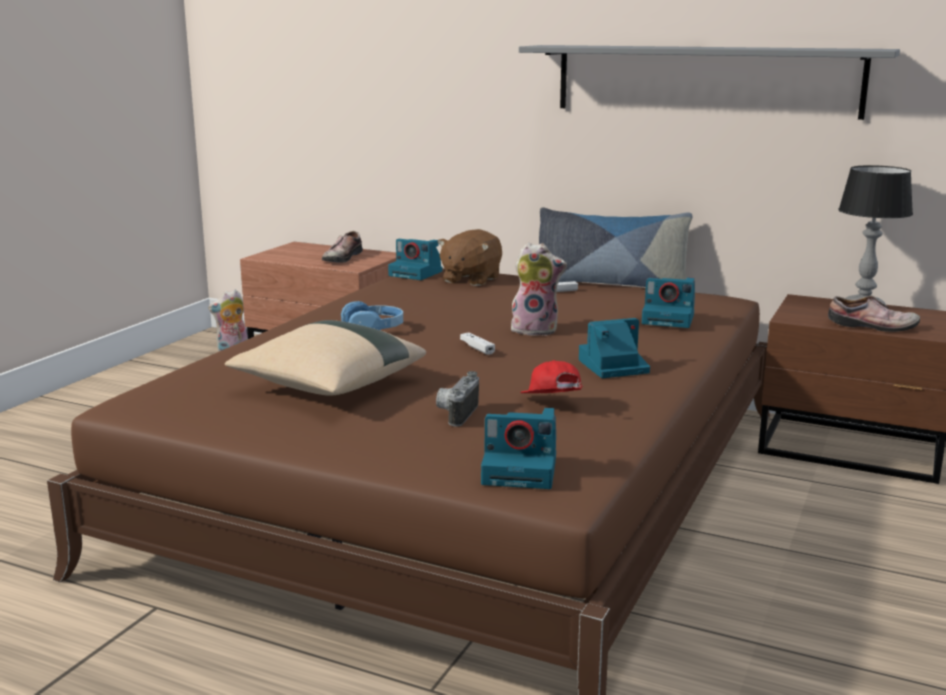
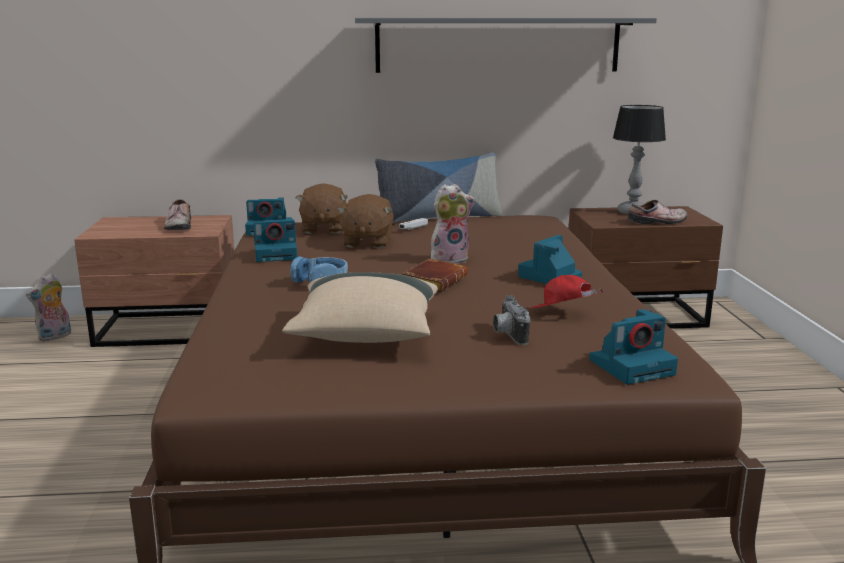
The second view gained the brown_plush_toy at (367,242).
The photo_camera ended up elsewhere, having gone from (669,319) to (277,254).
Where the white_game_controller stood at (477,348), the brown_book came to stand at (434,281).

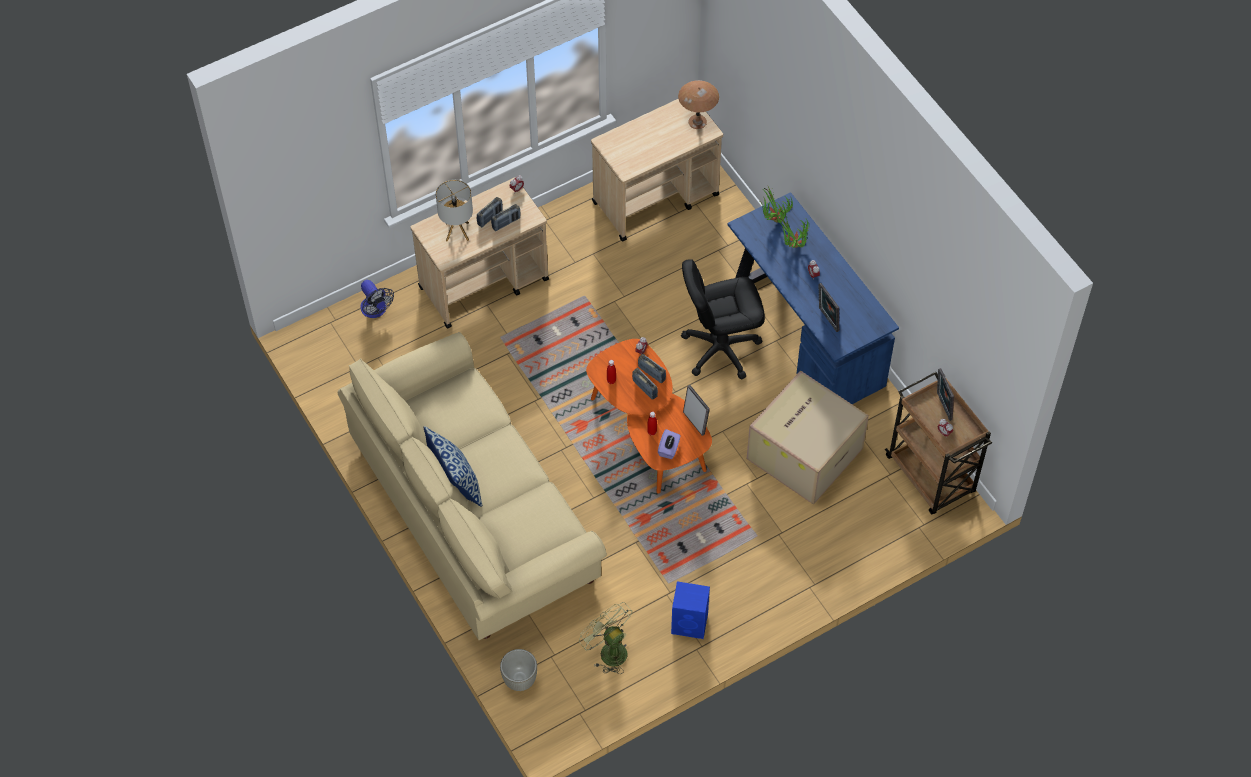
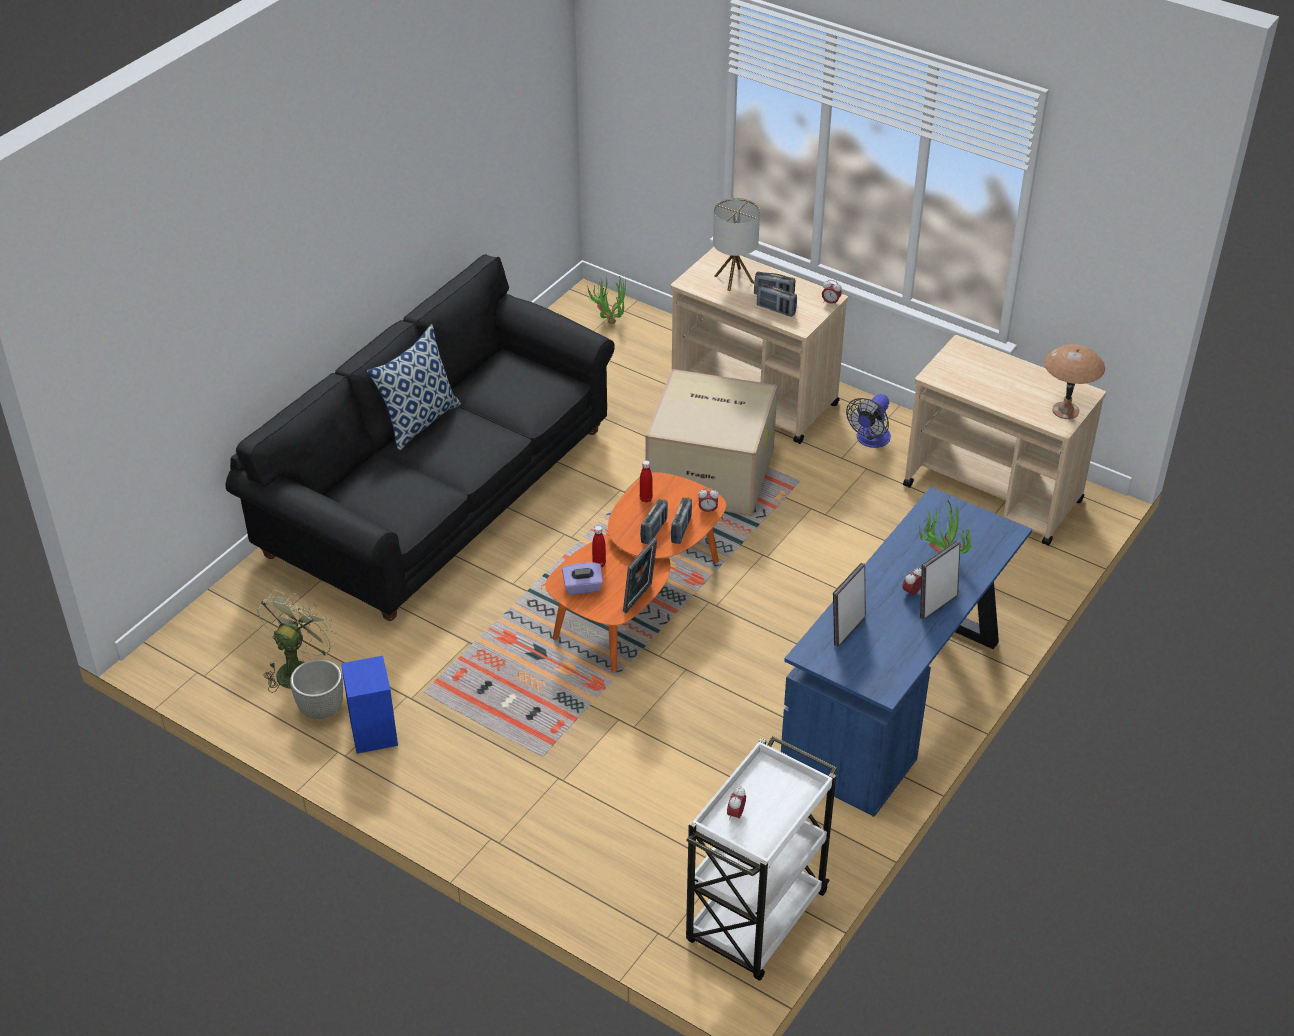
The second view lost the black_office_chair at (720,348).
The fan ended up elsewhere, having gone from (376,311) to (870,440).
The grey_planter ended up elsewhere, having gone from (519,680) to (321,709).
The cardboard_box ended up elsewhere, having gone from (804,452) to (712,472).
The potted_plant ended up elsewhere, having gone from (773,221) to (608,320).
The picture_frame ended up elsewhere, having gone from (942,406) to (936,604).
What was the beige_sofa at (474,510) turned into the black_sofa at (437,492).
What was the brown_cart at (931,476) turned into the white_cart at (755,920).

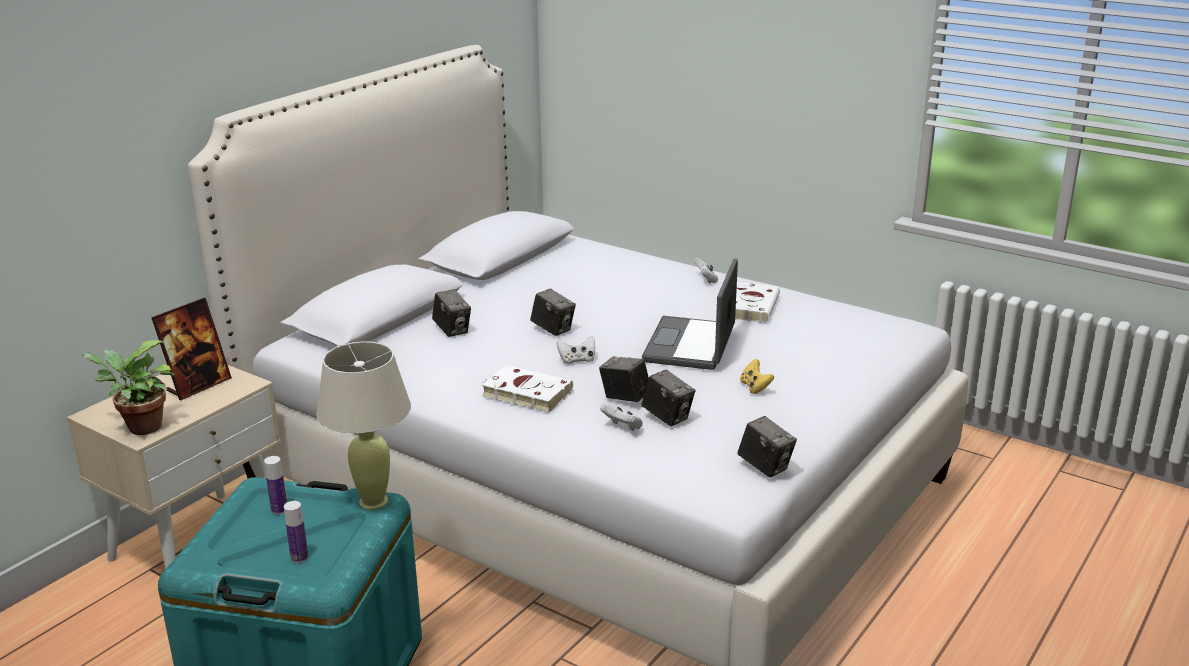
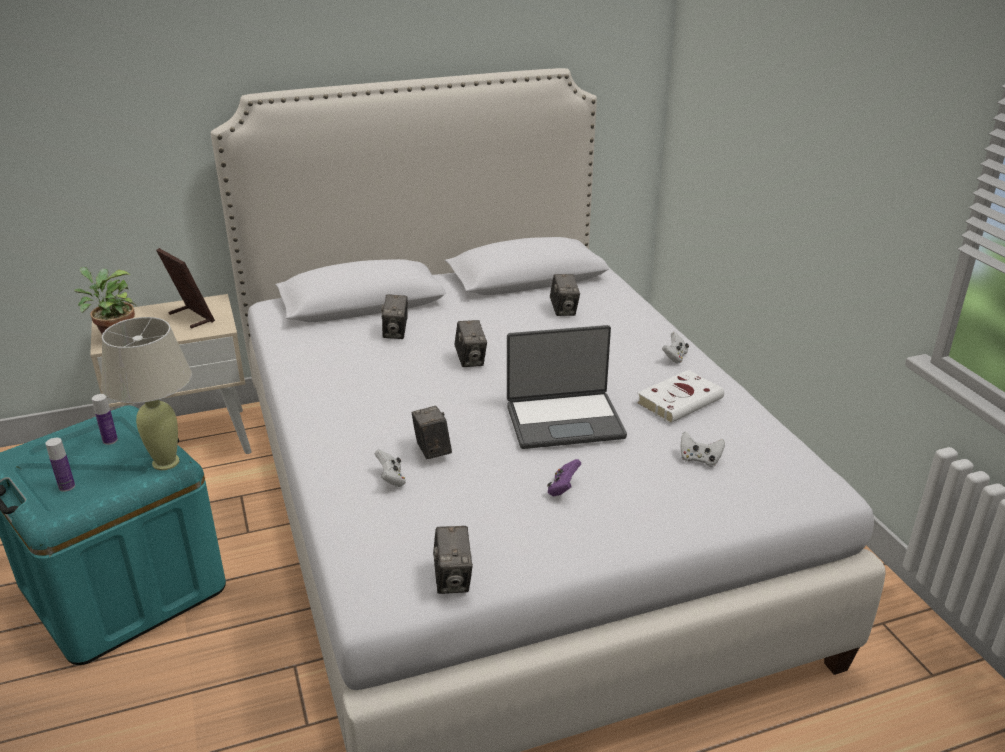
The second view lost the white_book at (524,393).
The white_game_controller ended up elsewhere, having gone from (577,360) to (699,459).
The photo_camera ended up elsewhere, having gone from (667,417) to (564,310).
What was the yellow_game_controller at (755,387) turned into the purple_game_controller at (563,489).
The picture_frame at (198,385) ended up facing another way, 120 degrees counterclockwise from before.
The laptop at (691,345) ended up facing another way, 150 degrees counterclockwise from before.

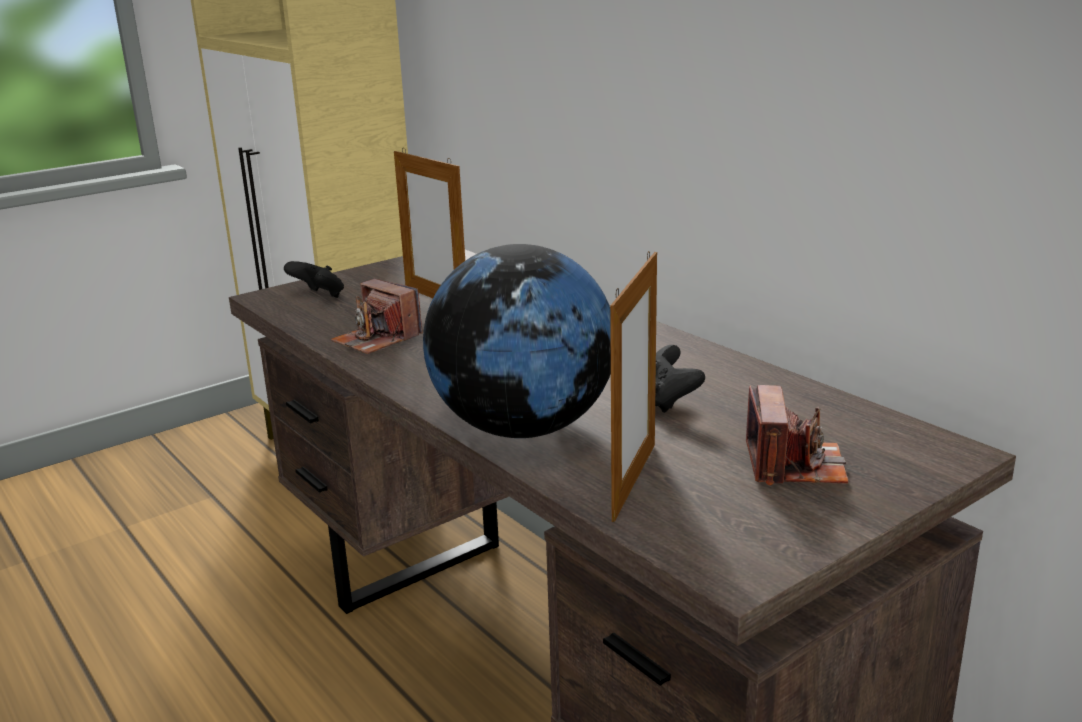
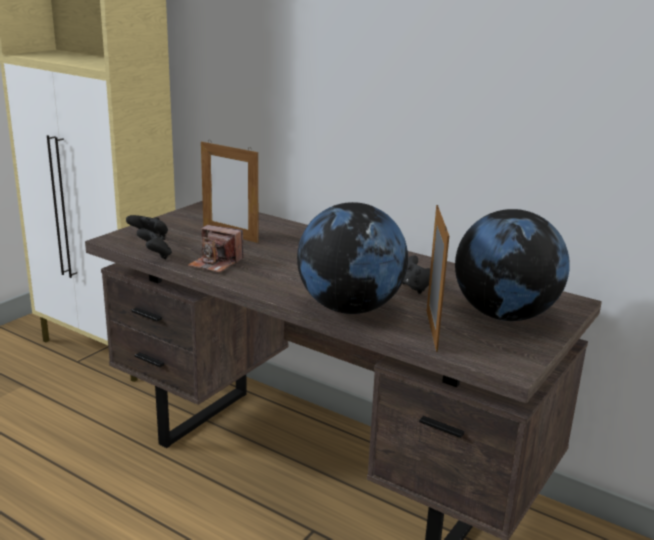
The second view gained the black_game_controller at (156,256).
Where the photo_camera stood at (794,465), the globe came to stand at (504,315).

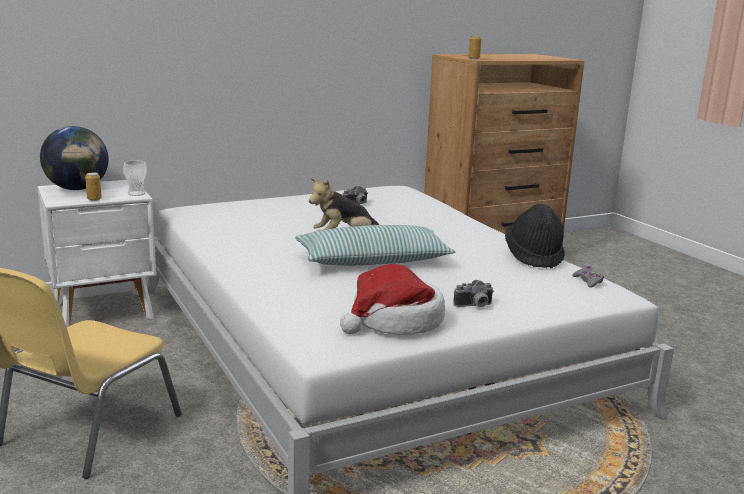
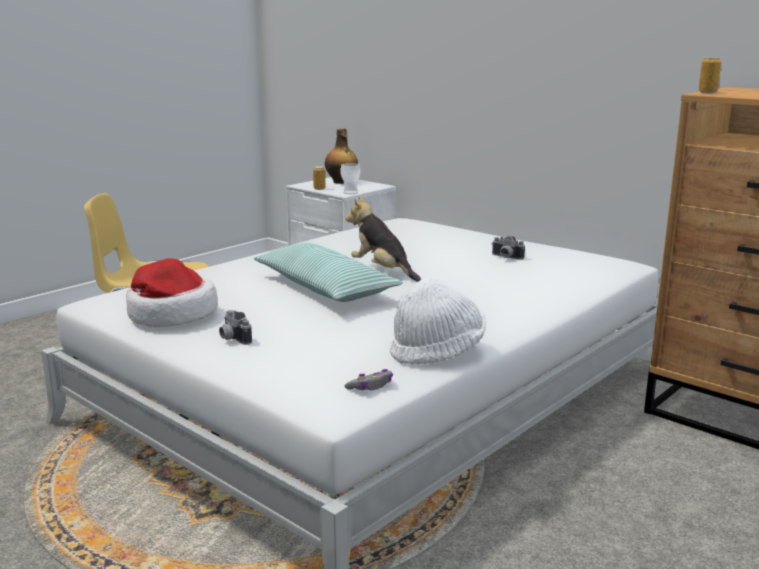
Where the globe stood at (77,189), the bottle came to stand at (341,182).
What was the black_hat at (534,257) turned into the white_hat at (437,352).

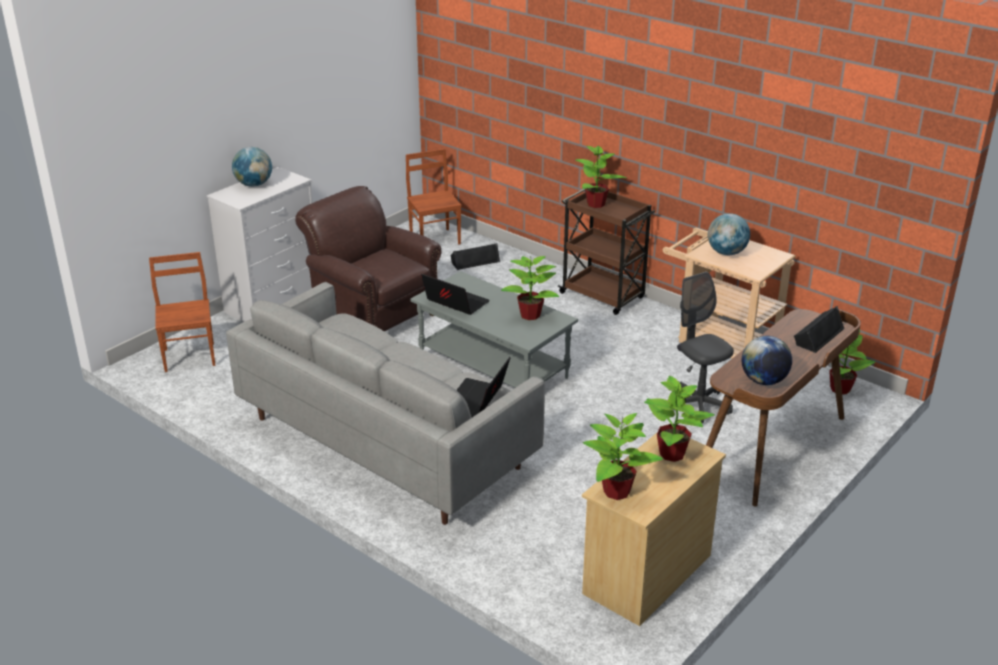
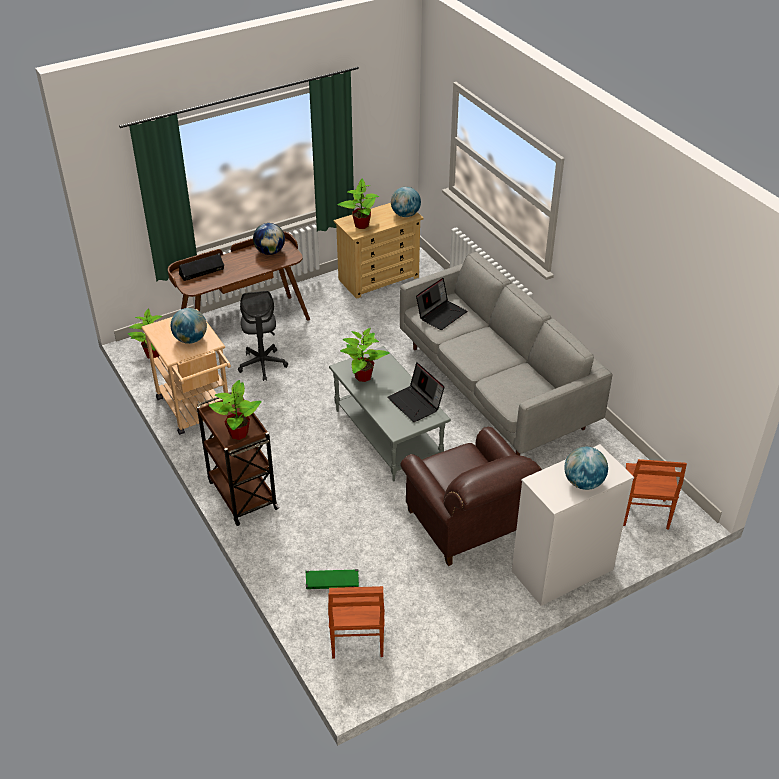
Where the potted_plant stood at (615,491), the globe came to stand at (405,214).
What was the black_speaker at (475,261) turned into the green_speaker at (332,583).

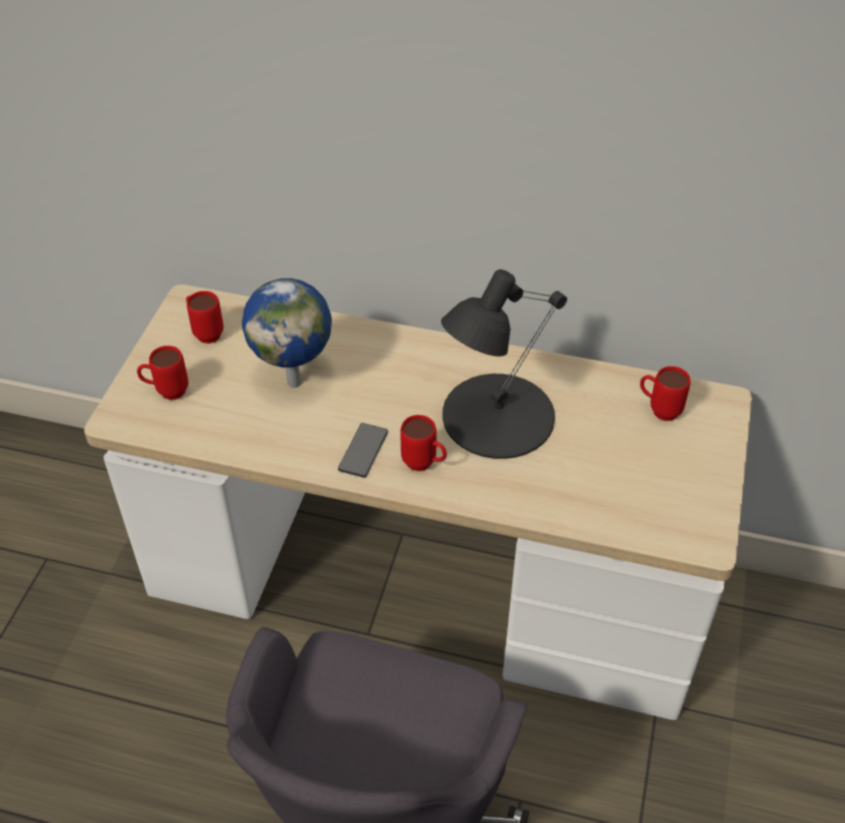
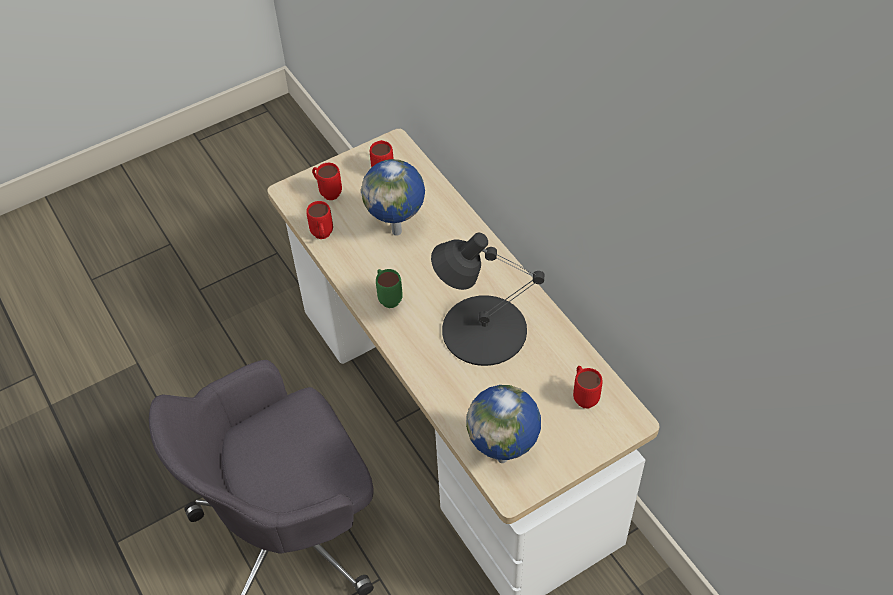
The second view gained the globe at (504,457).
The red_mug ended up elsewhere, having gone from (424,465) to (323,236).
Where the phone stood at (363,451), the green_mug came to stand at (388,297).

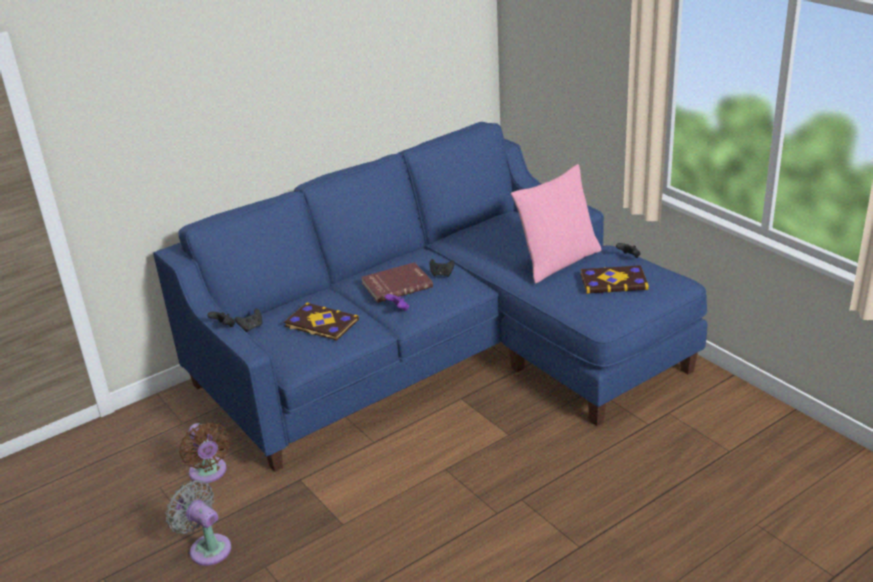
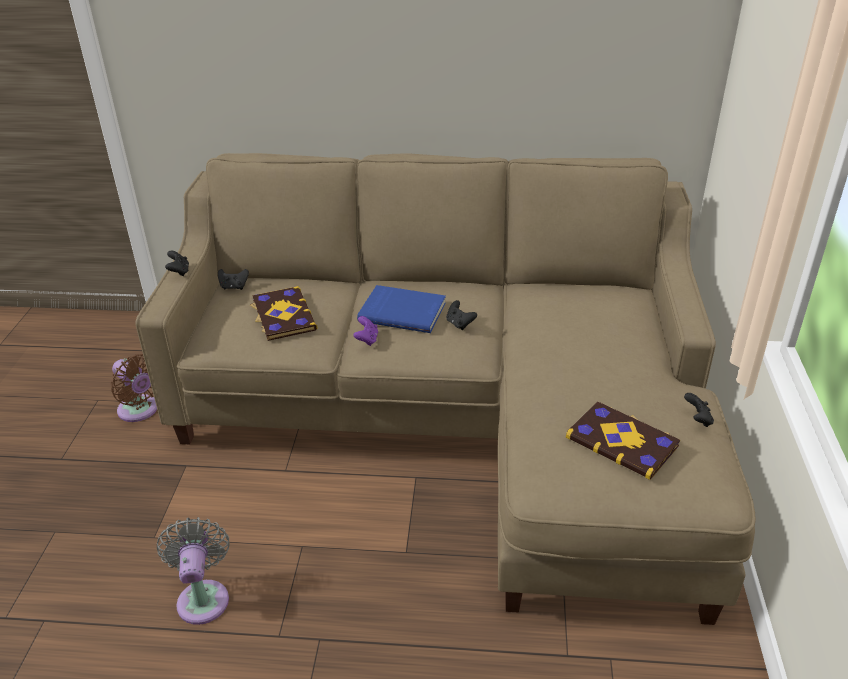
The second view lost the pink_pillow at (557,261).
The grey_fan ended up elsewhere, having gone from (207,548) to (203,597).
What was the blue_sofa at (442,355) turned into the beige_sofa at (460,417).
What was the red_book at (396,284) turned into the blue_book at (403,311).
The brown_fan at (209,473) ended up facing another way, 60 degrees counterclockwise from before.

